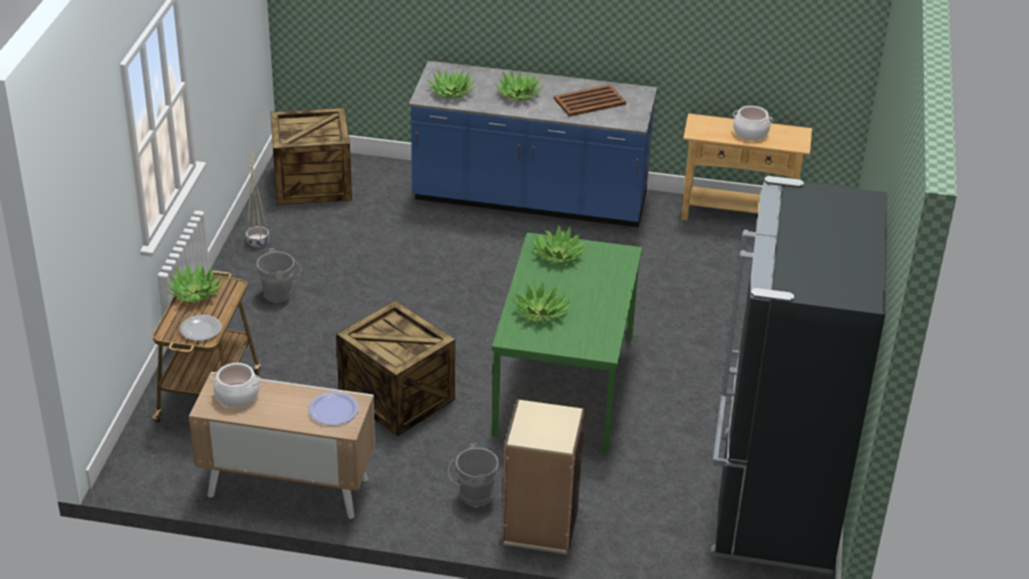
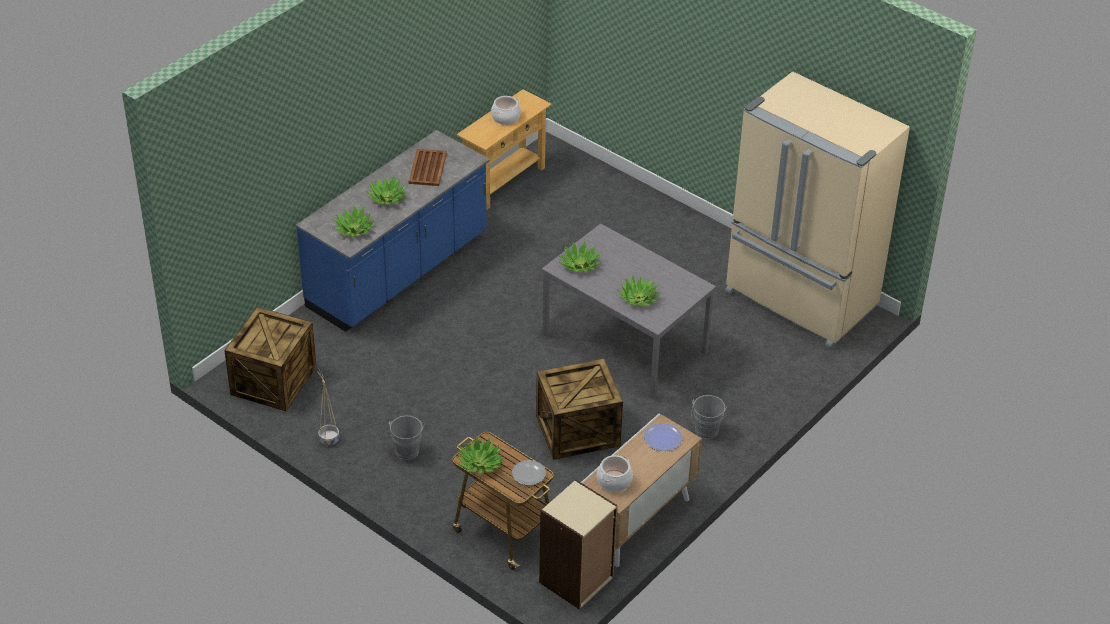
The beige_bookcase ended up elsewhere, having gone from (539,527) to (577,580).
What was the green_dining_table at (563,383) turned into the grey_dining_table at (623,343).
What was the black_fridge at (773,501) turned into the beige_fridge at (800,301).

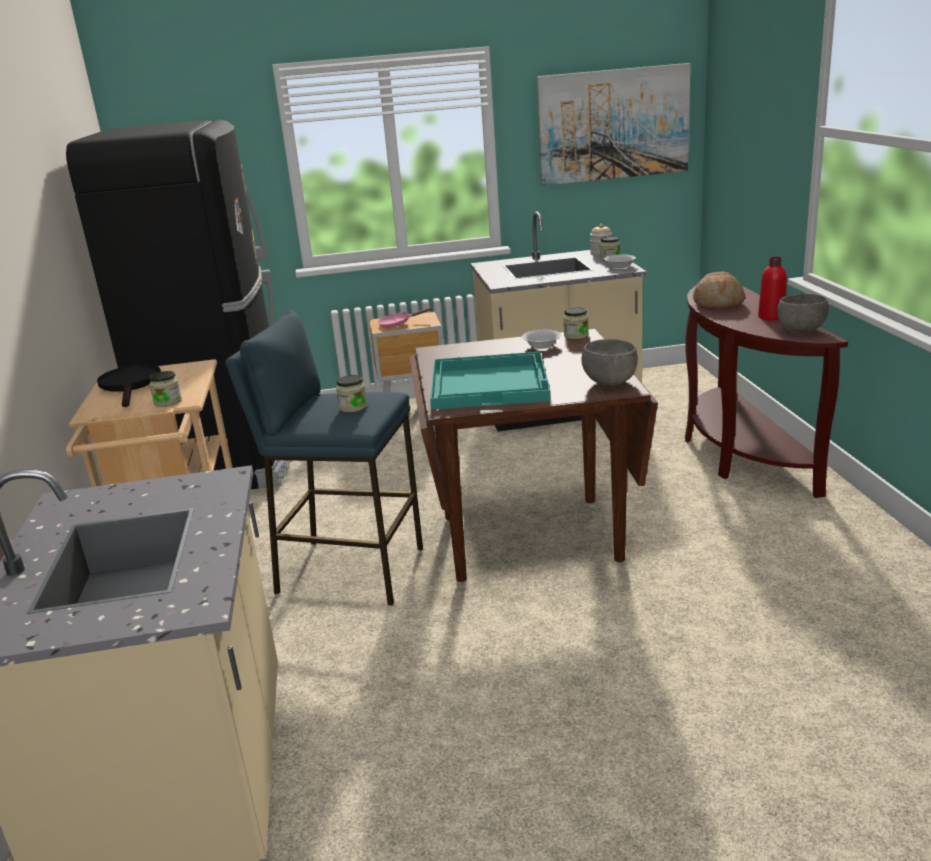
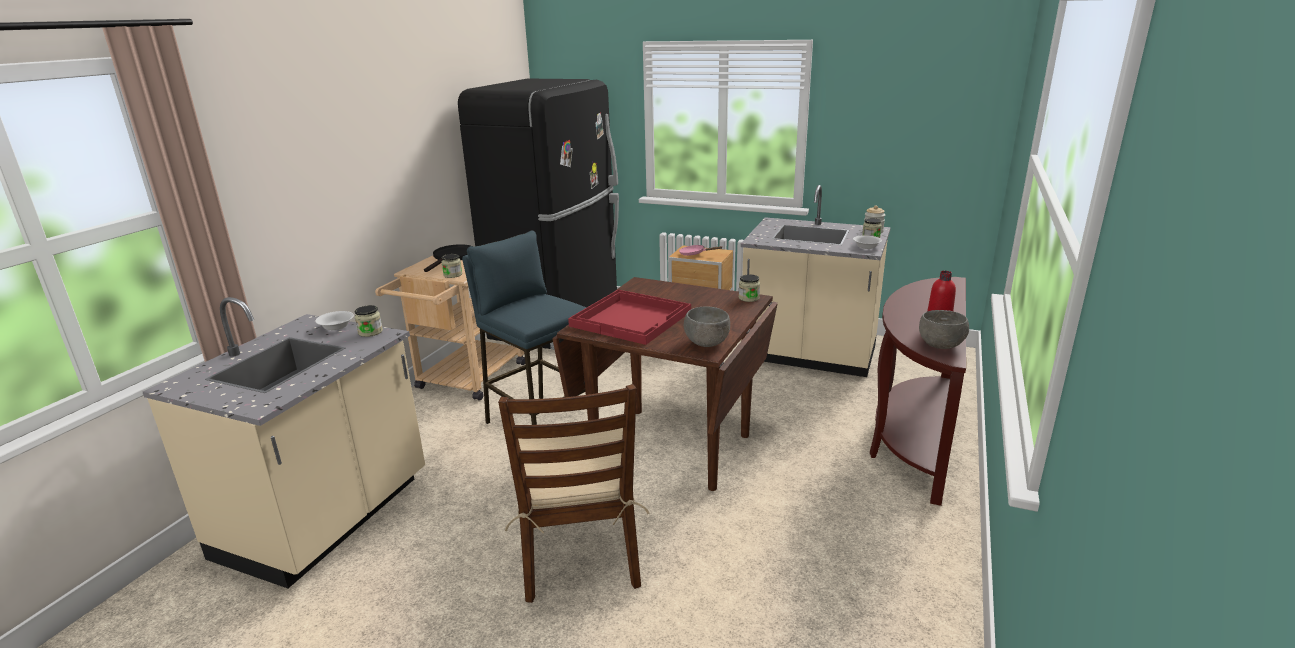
The second view lost the picture at (613,124).
The second view lost the bread at (718,303).
The second view gained the brown_chair at (580,553).
The jar ended up elsewhere, having gone from (353,407) to (370,332).
The white_bowl ended up elsewhere, having gone from (541,345) to (336,327).
What was the turquoise_tray at (490,383) turned into the red_tray at (632,318).

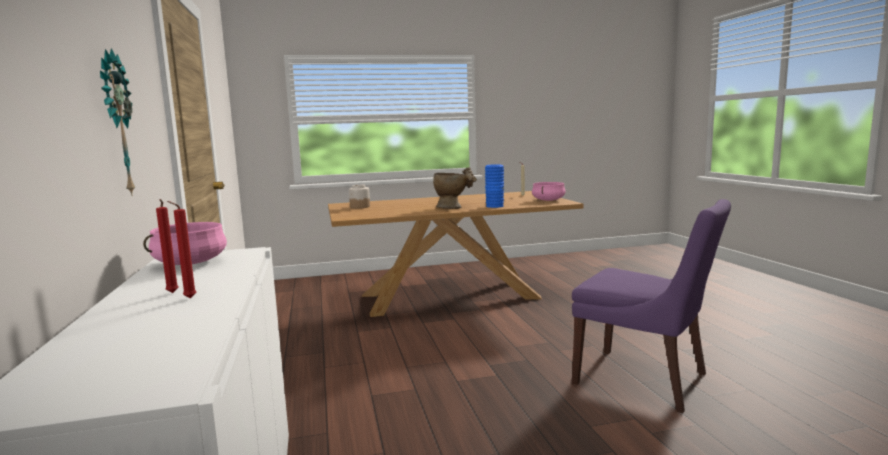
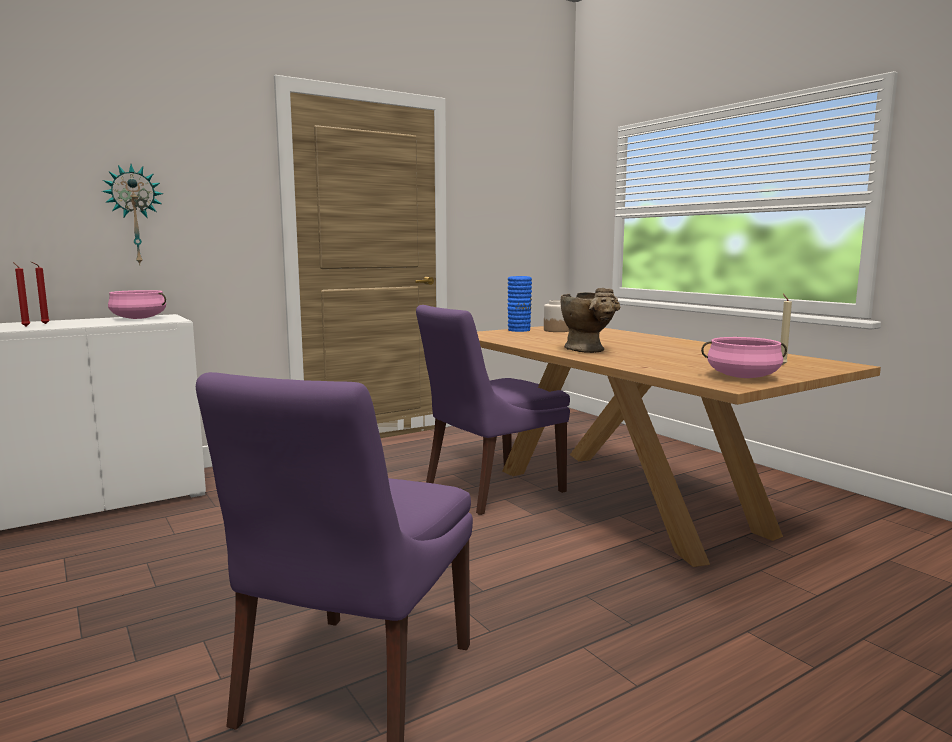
The second view gained the purple_chair at (490,490).
The blue_vase ended up elsewhere, having gone from (495,206) to (519,330).

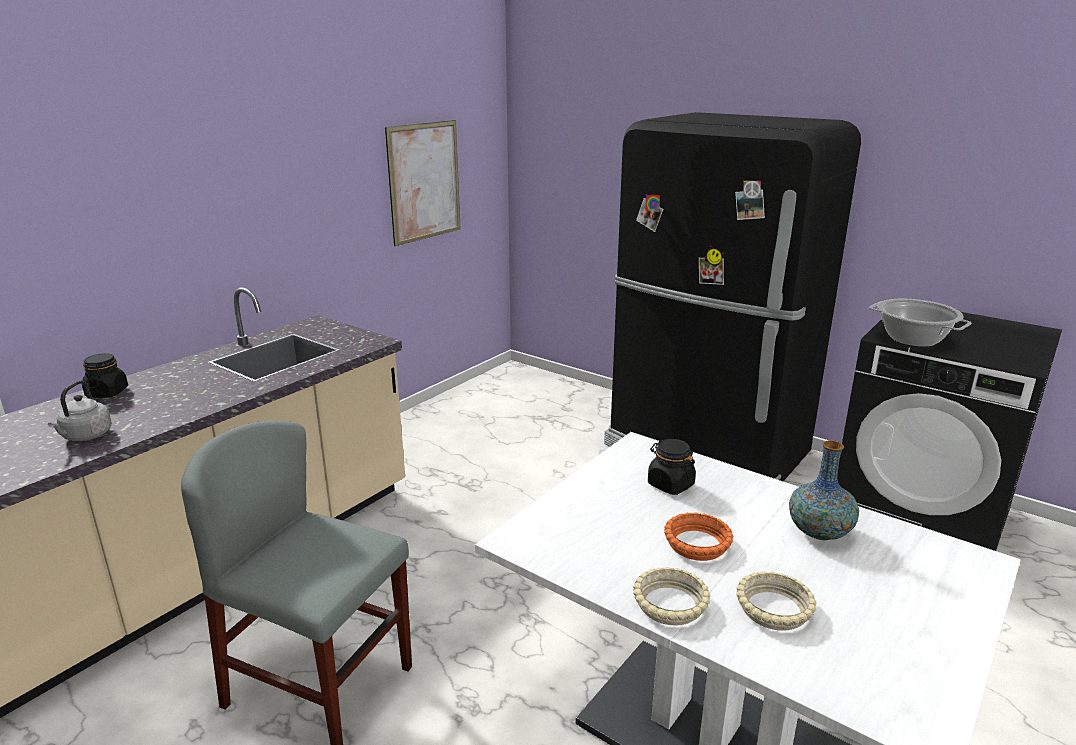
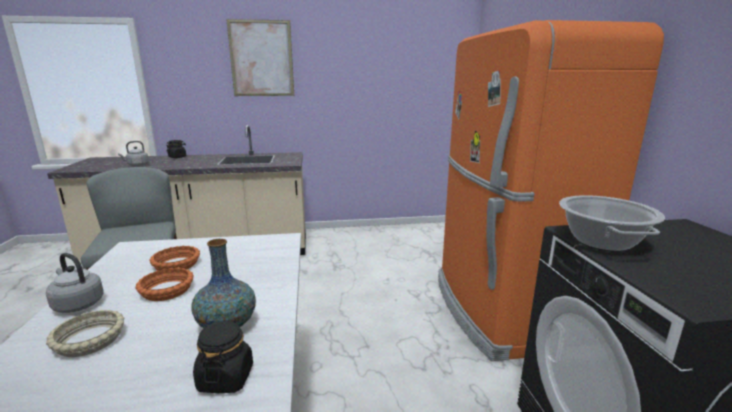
The second view gained the orange_bowl at (176,264).
The picture ended up elsewhere, having gone from (424,182) to (261,58).
The black_jar ended up elsewhere, having gone from (670,485) to (226,378).
Where the beige_bowl stood at (670,604), the grey_kettle came to stand at (77,304).
What was the black_fridge at (706,450) turned into the orange_fridge at (502,311).

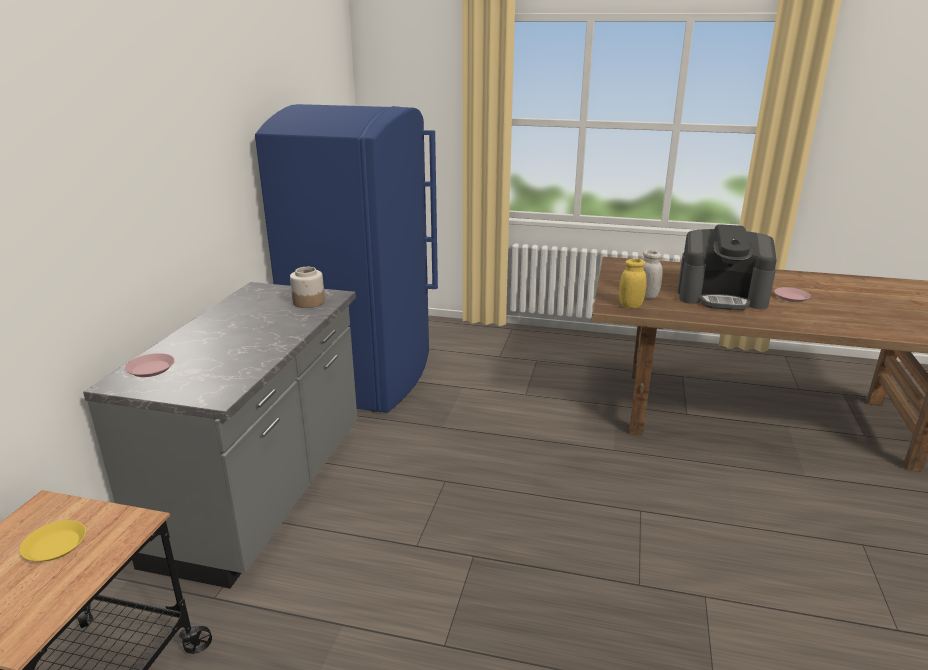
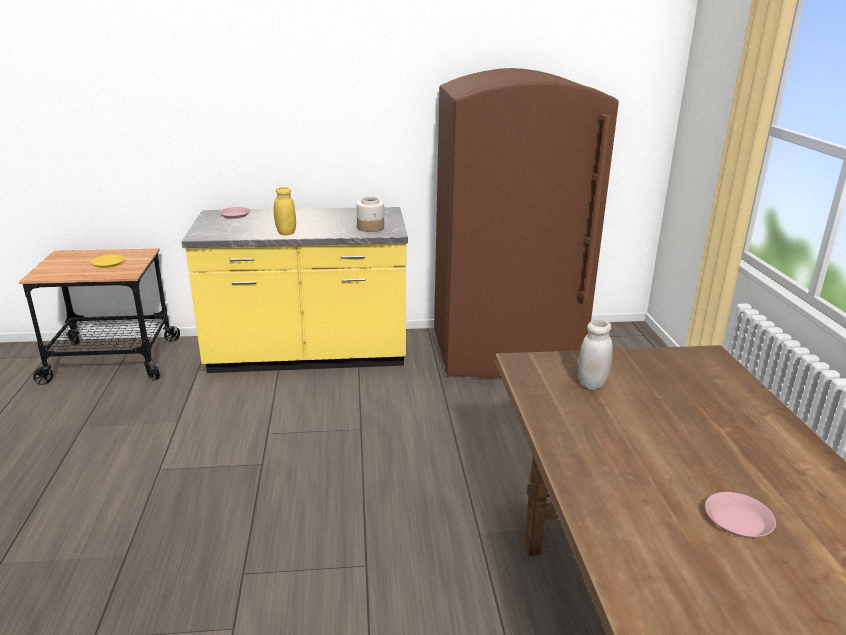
The second view lost the coffee_machine at (722,296).
The yellow_jar ended up elsewhere, having gone from (630,305) to (286,233).
What was the grey_counter at (264,494) turned into the yellow_counter at (308,356).
What was the blue_fridge at (366,376) turned into the brown_fridge at (506,352).

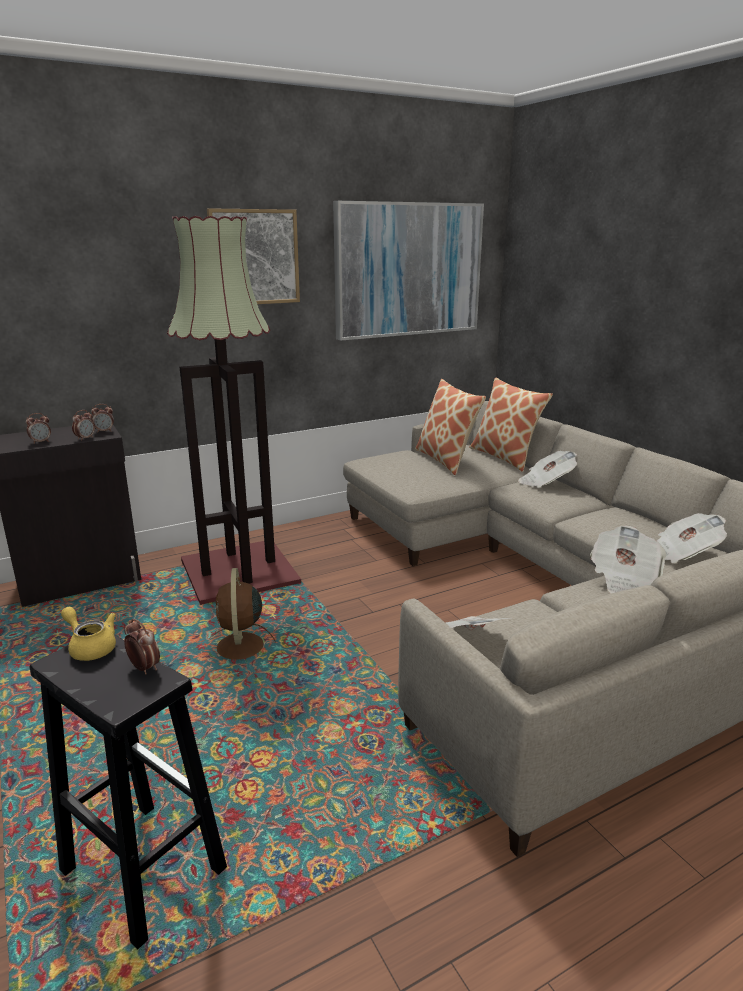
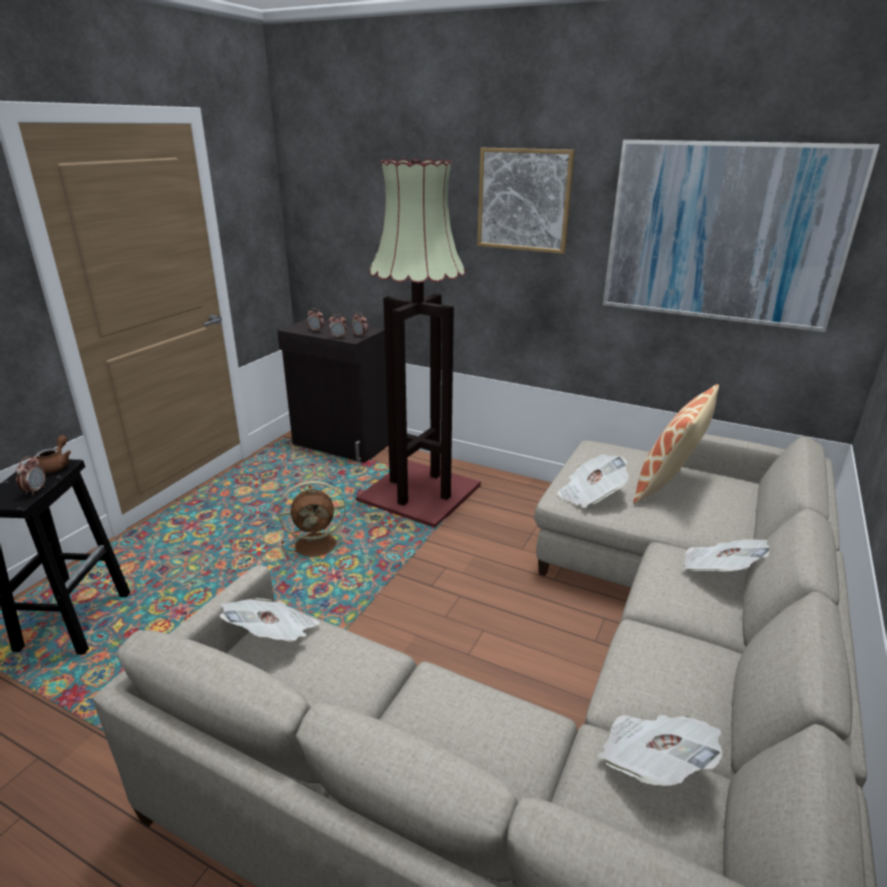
The second view lost the pillow at (505,457).
The newspaper ended up elsewhere, having gone from (624,579) to (590,495).
What was the yellow_teapot at (90,647) turned into the brown_teapot at (56,465).
The brown_fan at (240,648) ended up facing another way, 150 degrees counterclockwise from before.

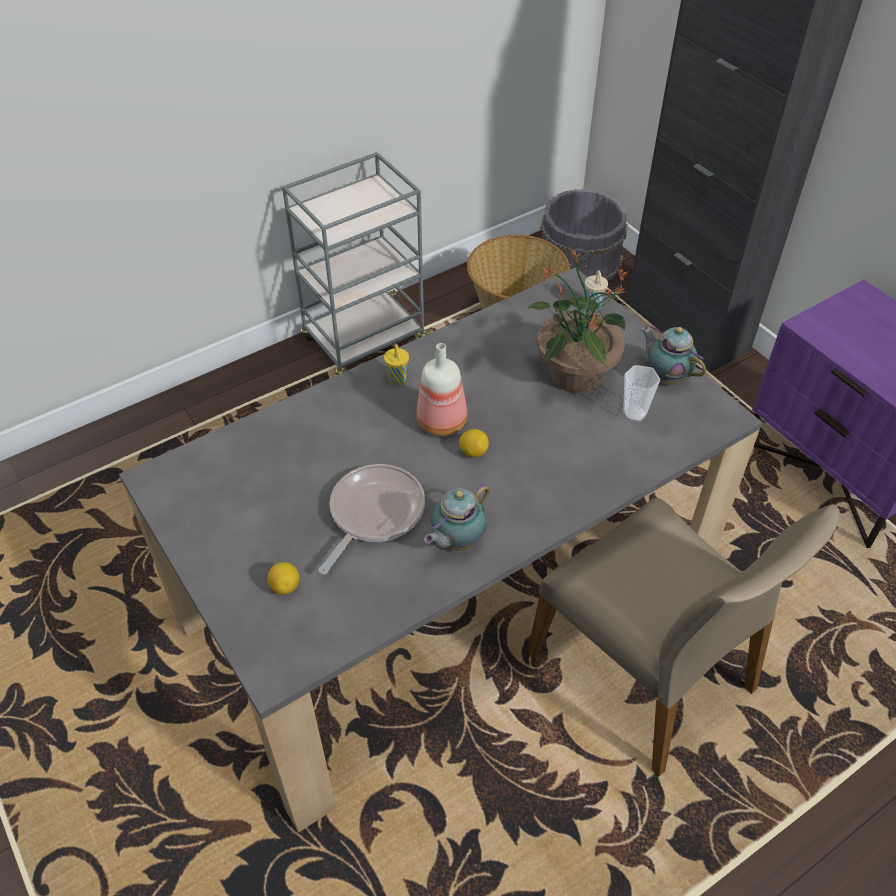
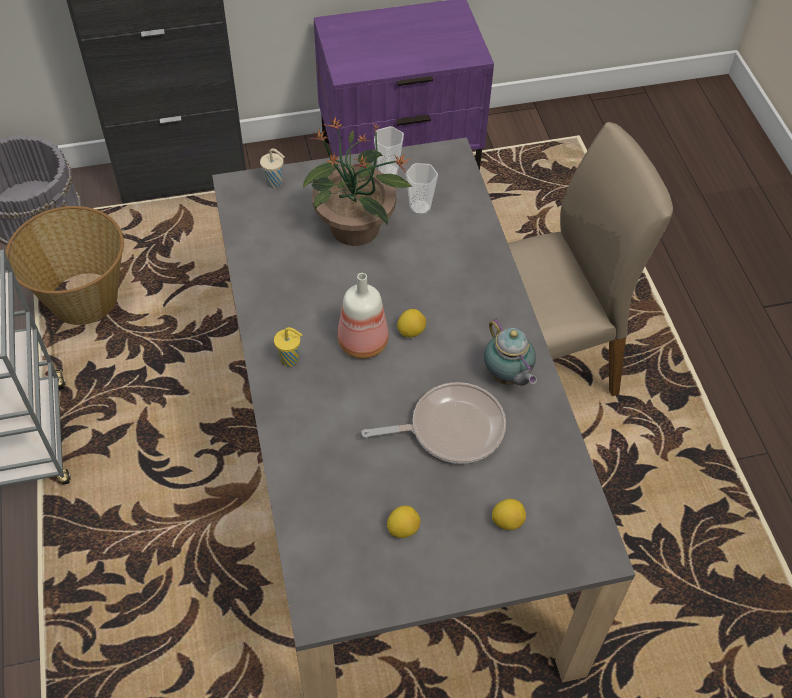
The second view gained the lemon at (403,529).
Where the teapot stood at (665,376), the cup came to stand at (388,171).
The frying_pan at (373,514) ended up facing another way, 120 degrees clockwise from before.

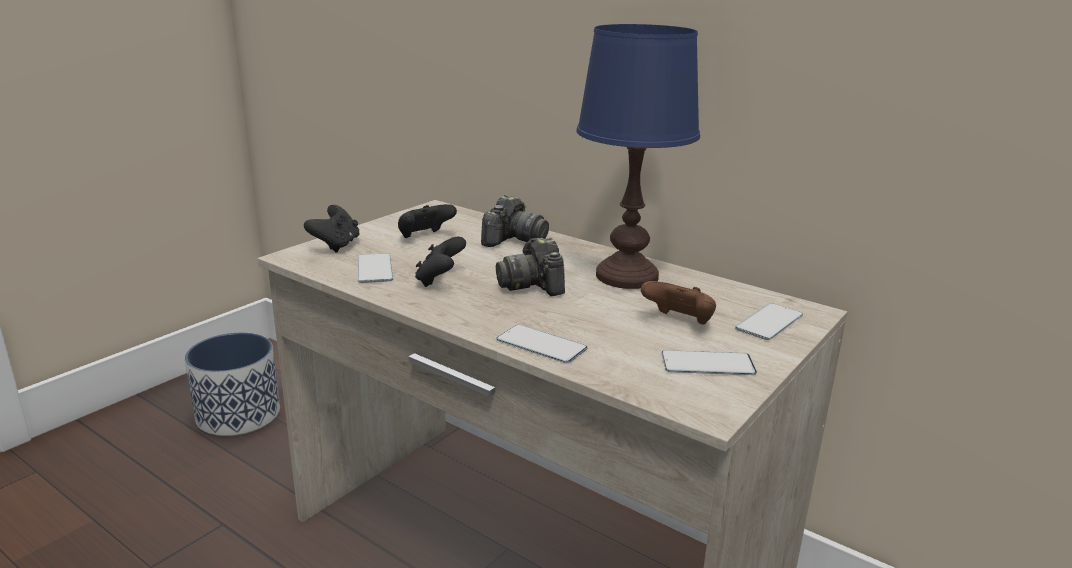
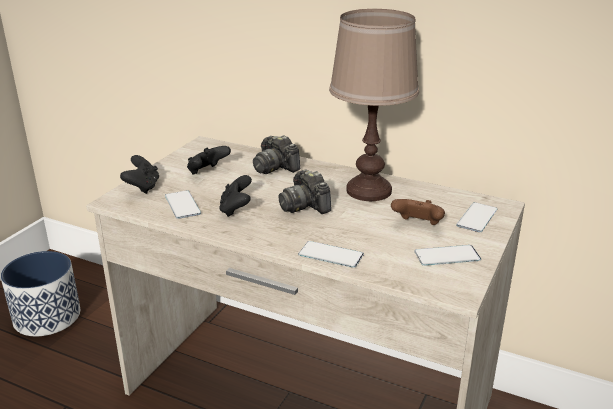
What was the blue_table_lamp at (627,276) turned into the brown_table_lamp at (369,191).
The photo_camera at (513,240) ended up facing another way, 120 degrees clockwise from before.

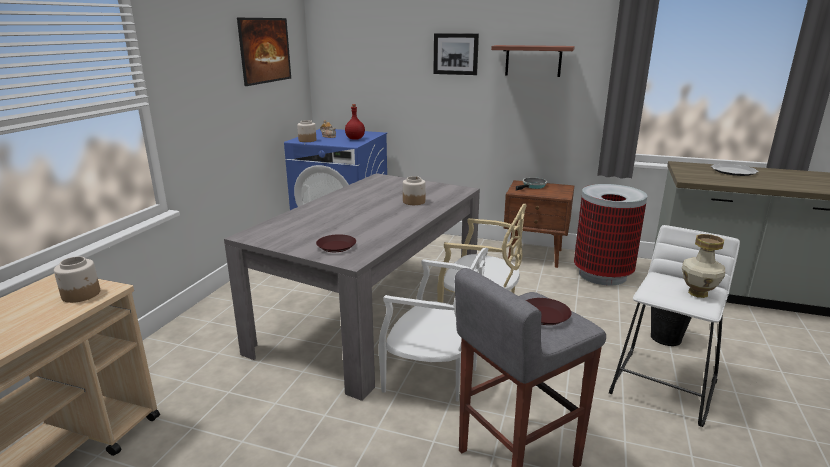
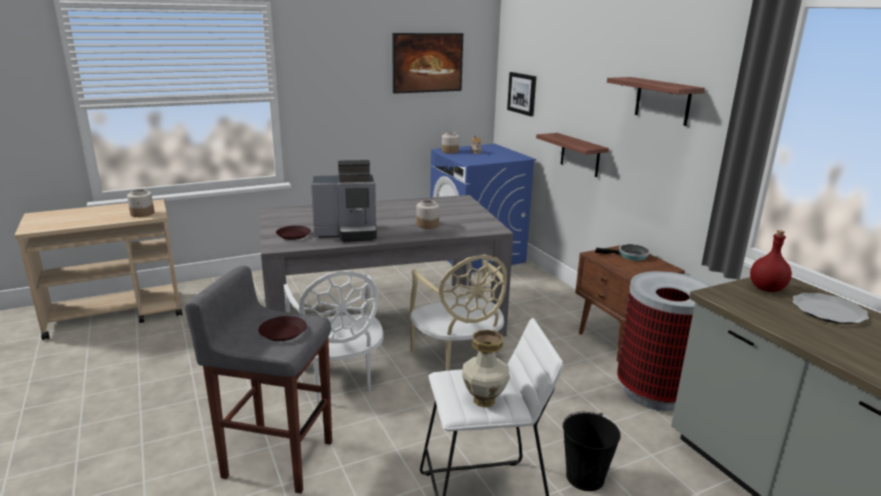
The second view gained the coffee_machine at (348,233).
The second view gained the shelf at (580,155).
The red_bottle ended up elsewhere, having gone from (355,139) to (766,289).
The picture ended up elsewhere, having gone from (456,54) to (522,93).

